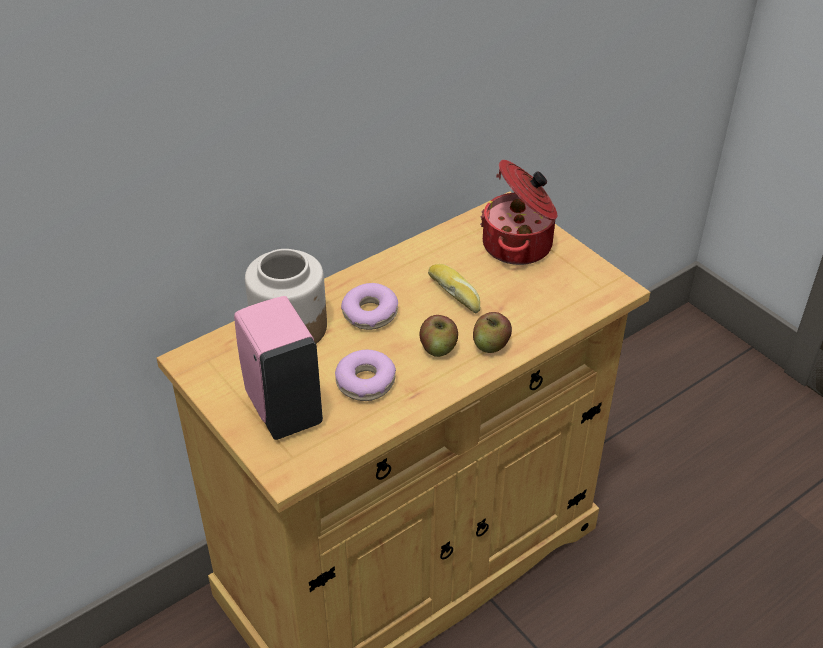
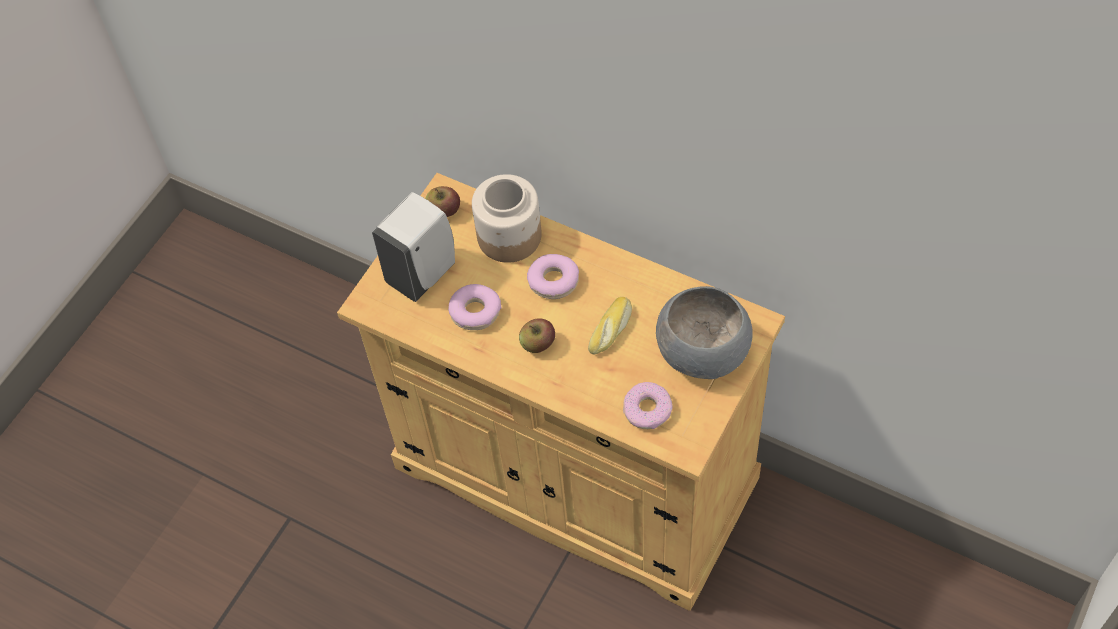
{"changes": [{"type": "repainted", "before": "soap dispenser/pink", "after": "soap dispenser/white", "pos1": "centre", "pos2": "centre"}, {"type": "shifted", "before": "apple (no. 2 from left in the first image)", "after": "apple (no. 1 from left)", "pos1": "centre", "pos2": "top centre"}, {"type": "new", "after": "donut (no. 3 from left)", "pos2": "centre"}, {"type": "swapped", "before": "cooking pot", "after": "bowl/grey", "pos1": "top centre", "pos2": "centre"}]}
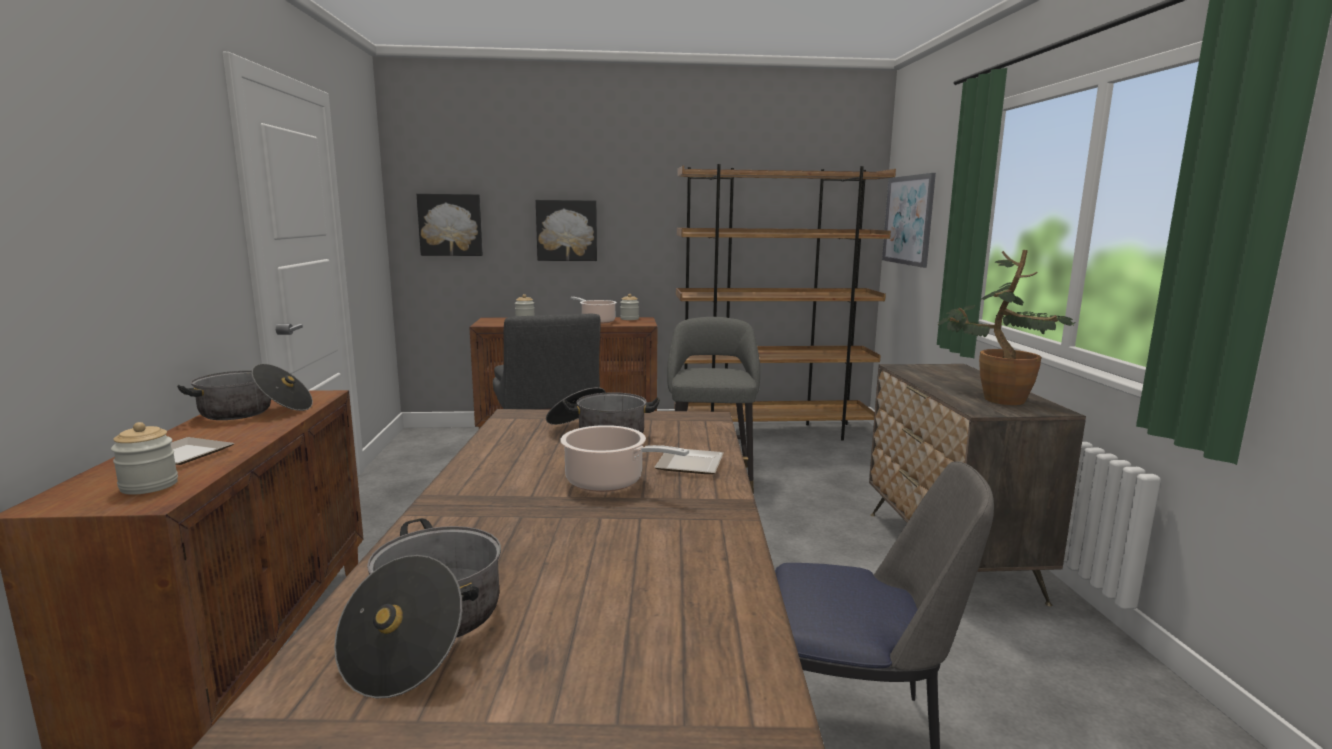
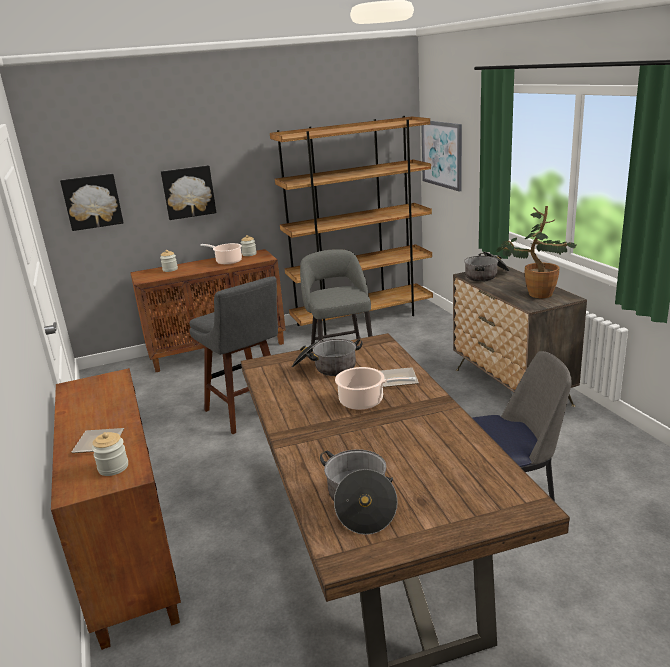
{"changes": [{"type": "shifted", "before": "cooking pot (no. 1 from left in the first image)", "after": "cooking pot (no. 5 from left)", "pos1": "middle left", "pos2": "middle right"}]}
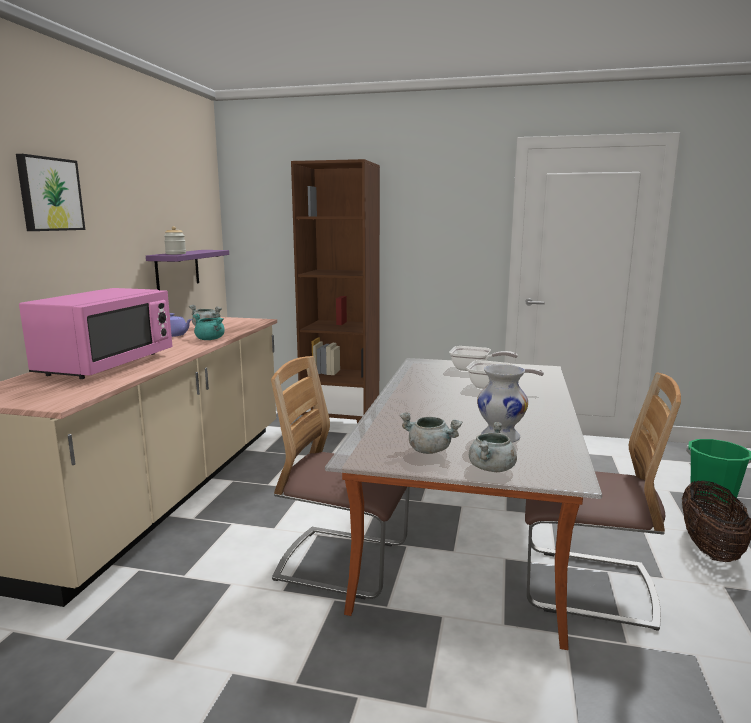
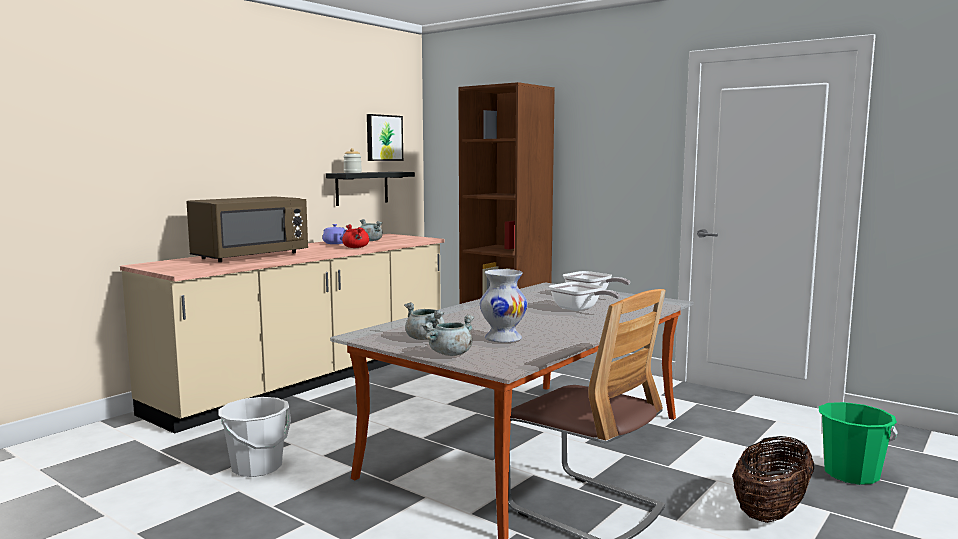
{"changes": [{"type": "repainted", "before": "microwave/pink", "after": "microwave/brown", "pos1": "middle left", "pos2": "middle left"}, {"type": "new", "after": "bucket/white", "pos2": "bottom left"}, {"type": "repainted", "before": "shelf/purple", "after": "shelf/black", "pos1": "middle left", "pos2": "centre"}, {"type": "repainted", "before": "cooking pot/turquoise", "after": "cooking pot/red", "pos1": "middle left", "pos2": "centre"}, {"type": "shifted", "before": "picture", "pos1": "top left", "pos2": "top centre"}, {"type": "gone", "before": "chair (no. 1 from left)", "pos1": "centre"}]}
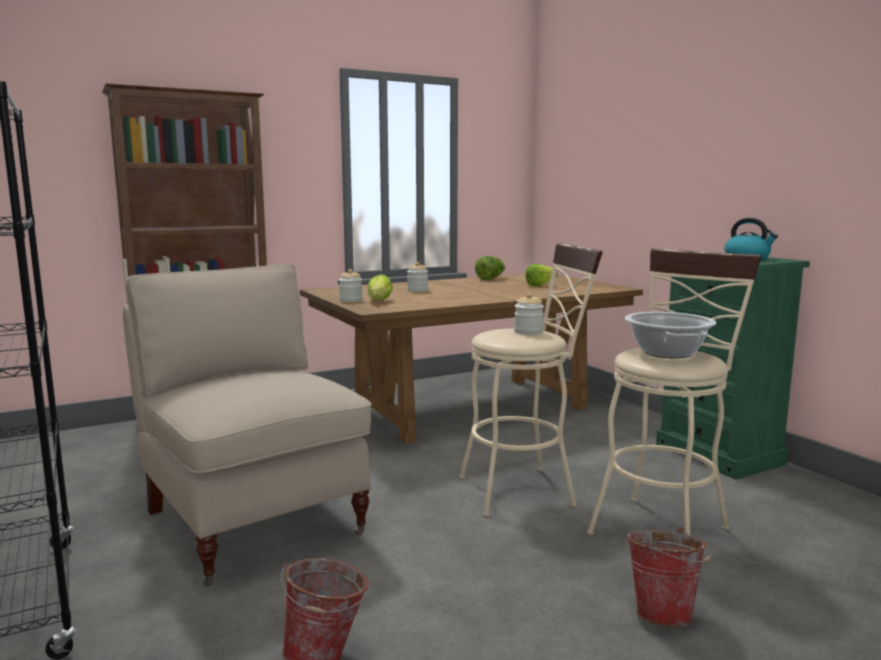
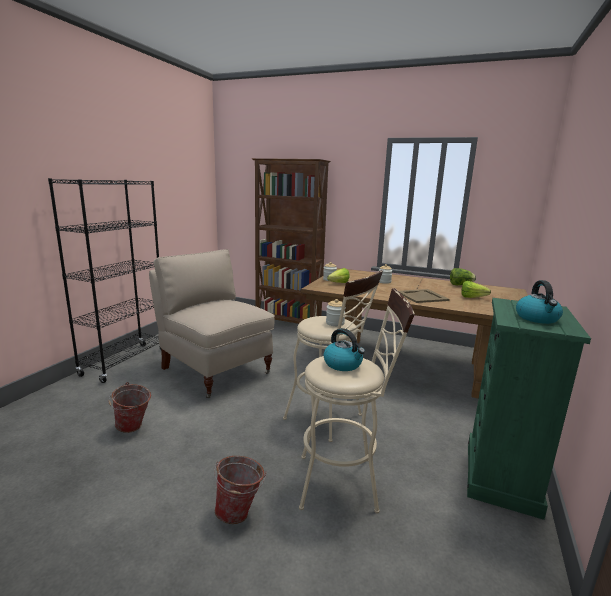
{"changes": [{"type": "rotated", "before": "chair/beige", "pos1": "middle left", "pos2": "centre", "turn": -60}, {"type": "swapped", "before": "cooking pot", "after": "kettle (no. 1 from left)", "pos1": "middle right", "pos2": "centre"}, {"type": "new", "after": "tray/beige", "pos2": "middle right"}]}
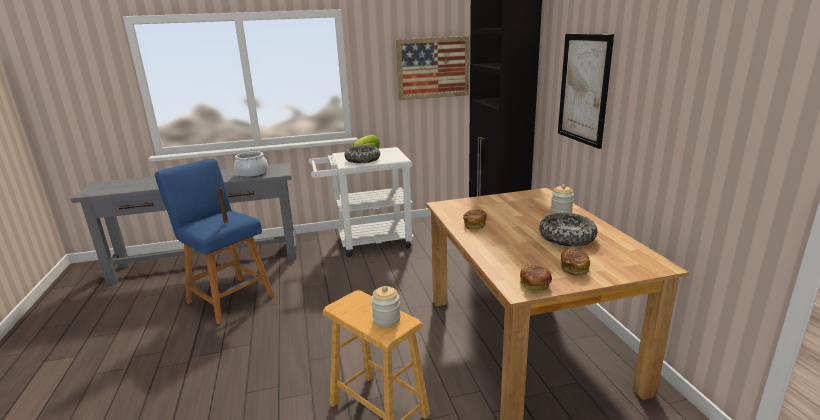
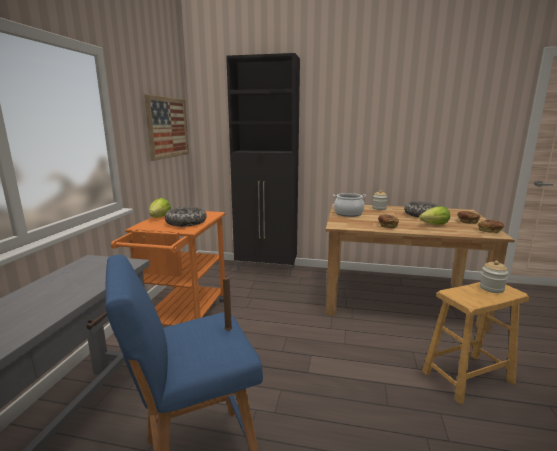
{"changes": [{"type": "repainted", "before": "cart/white", "after": "cart/orange", "pos1": "centre", "pos2": "middle left"}, {"type": "shifted", "before": "cooking pot", "pos1": "middle left", "pos2": "centre"}, {"type": "new", "after": "lettuce (no. 2 from left)", "pos2": "middle right"}, {"type": "gone", "before": "picture (no. 2 from left)", "pos1": "top right"}]}
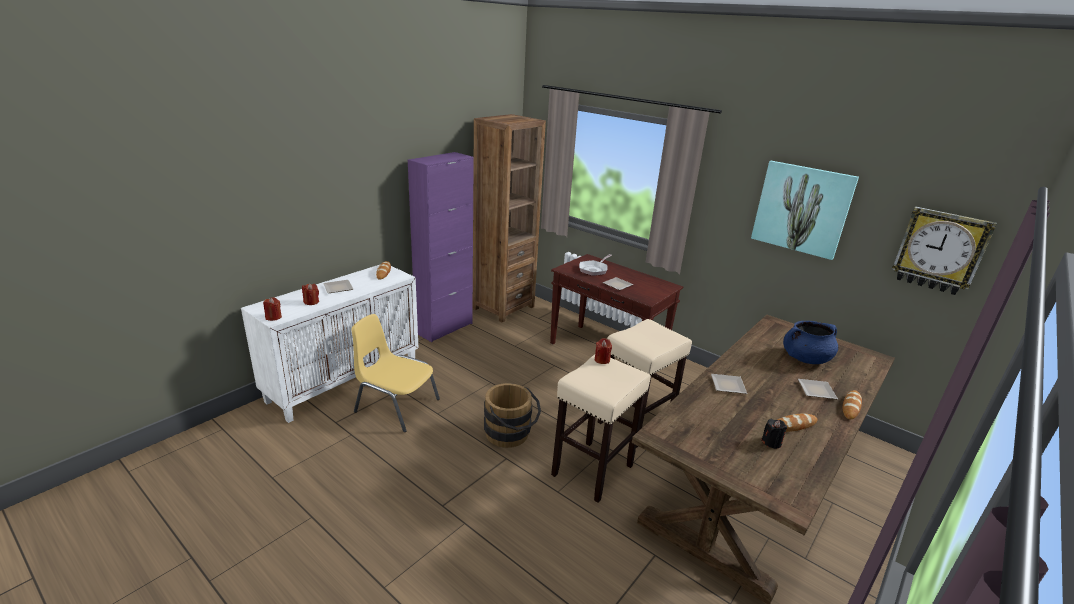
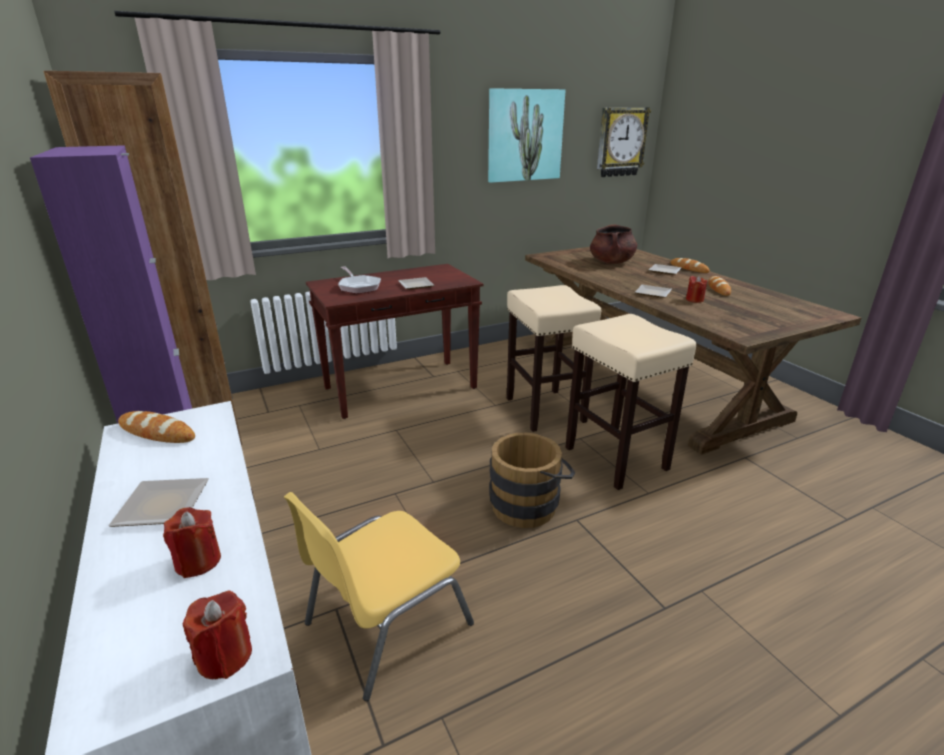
{"changes": [{"type": "repainted", "before": "cooking pot/blue", "after": "cooking pot/brown", "pos1": "middle right", "pos2": "top centre"}, {"type": "shifted", "before": "candle/red (no. 3 from left)", "pos1": "centre", "pos2": "middle right"}, {"type": "gone", "before": "candle/black", "pos1": "bottom right"}]}
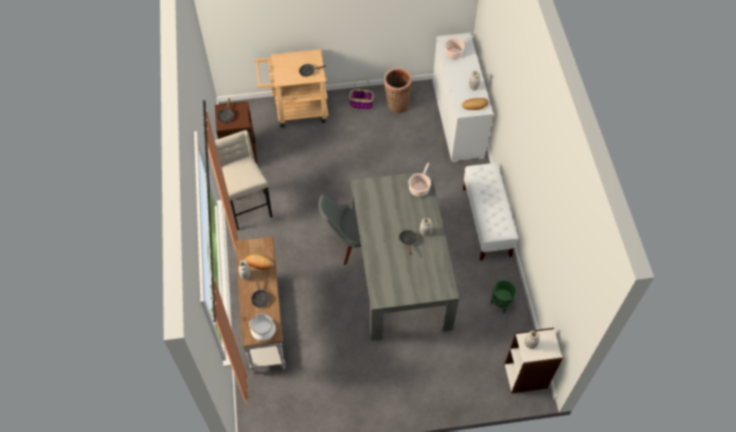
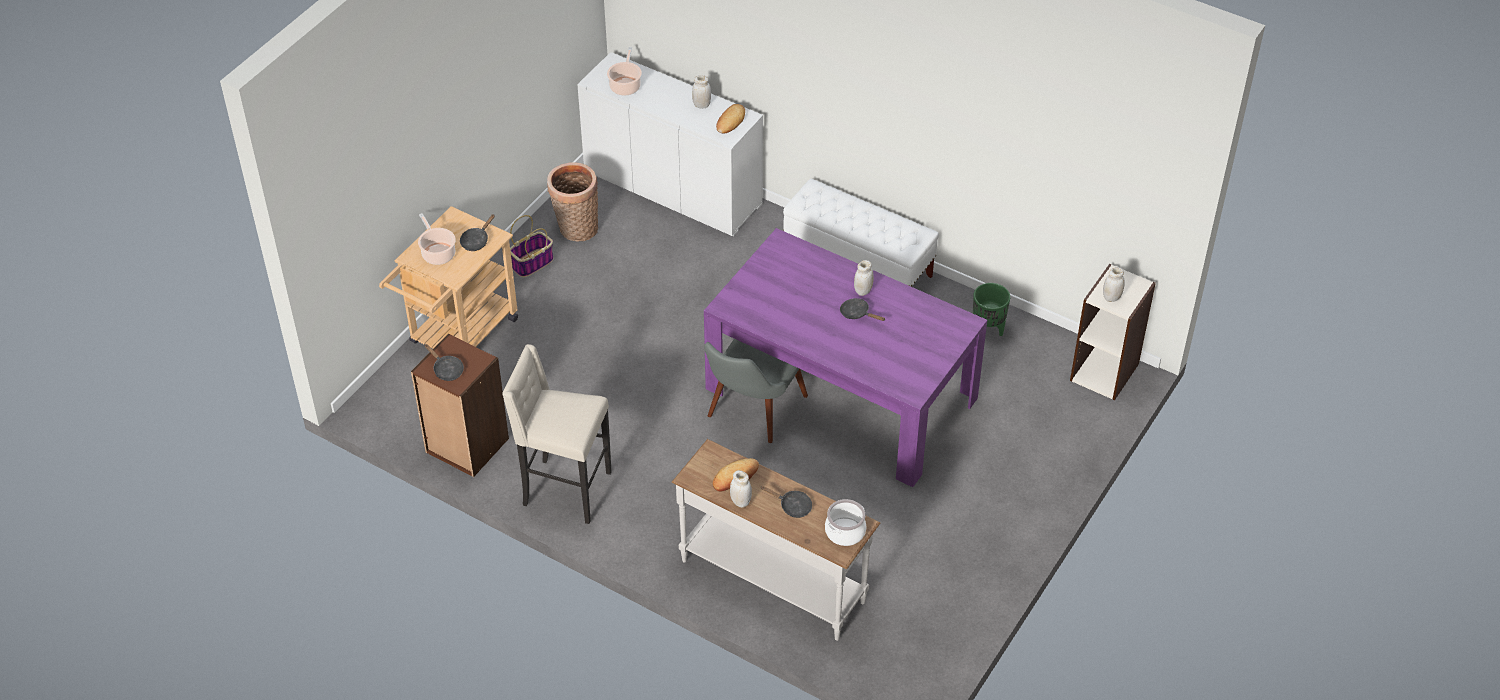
{"changes": [{"type": "shifted", "before": "cooking pot (no. 2 from left in the first image)", "after": "cooking pot (no. 1 from left)", "pos1": "centre", "pos2": "middle left"}, {"type": "repainted", "before": "dining table/grey", "after": "dining table/purple", "pos1": "centre", "pos2": "centre"}]}
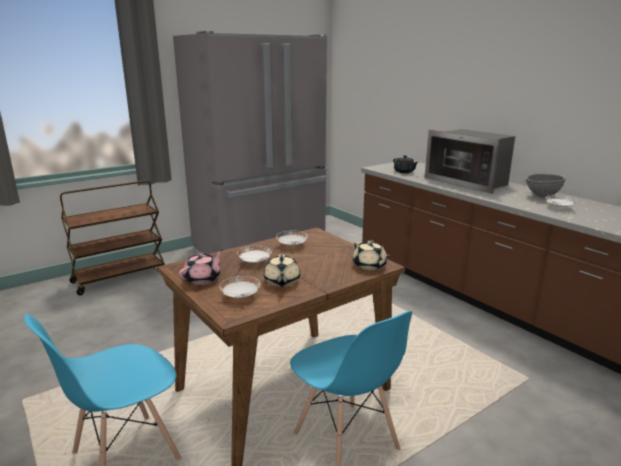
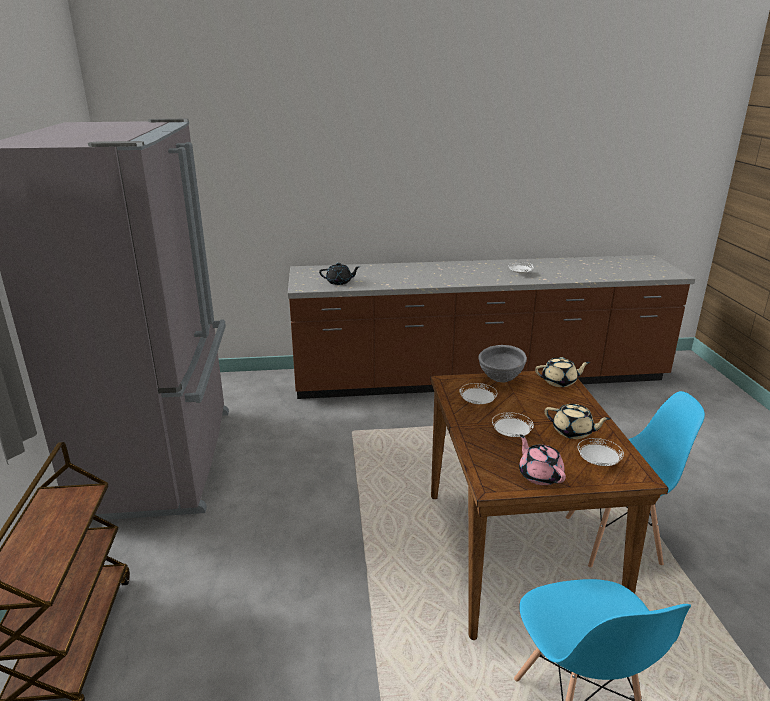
{"changes": [{"type": "shifted", "before": "bowl/grey", "pos1": "middle right", "pos2": "centre"}, {"type": "gone", "before": "microwave", "pos1": "middle right"}]}
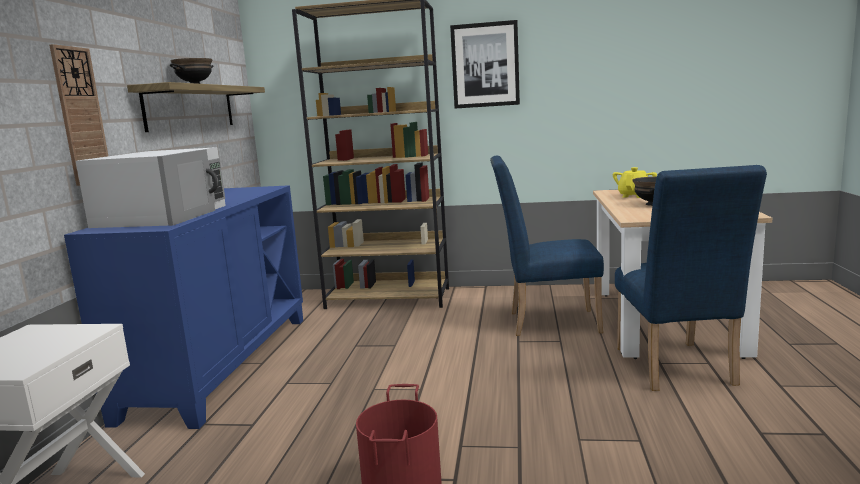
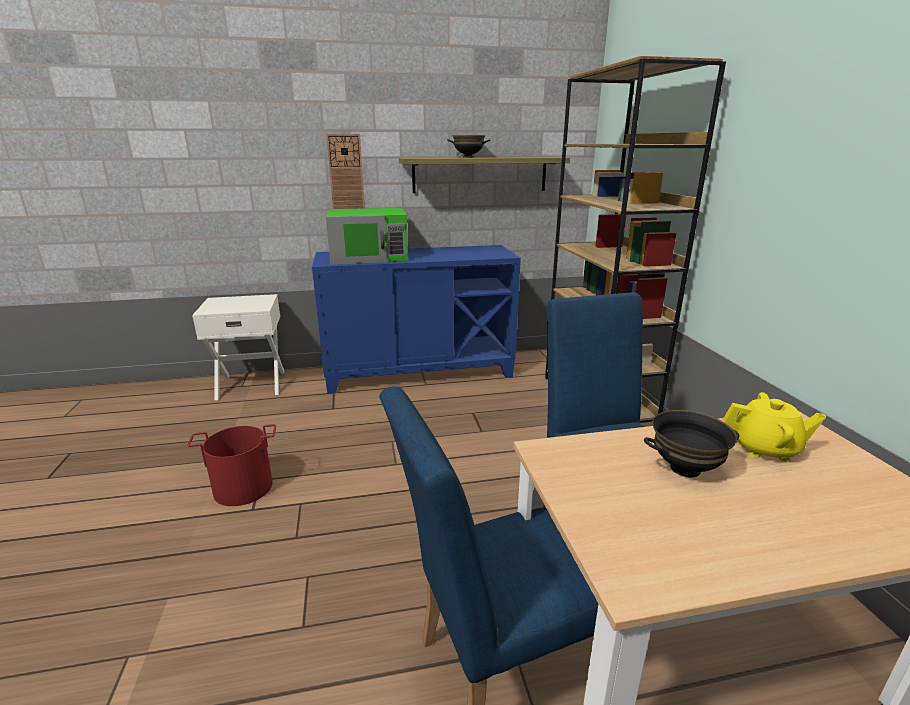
{"changes": [{"type": "repainted", "before": "microwave/white", "after": "microwave/green", "pos1": "middle left", "pos2": "centre"}, {"type": "gone", "before": "picture", "pos1": "top centre"}]}
